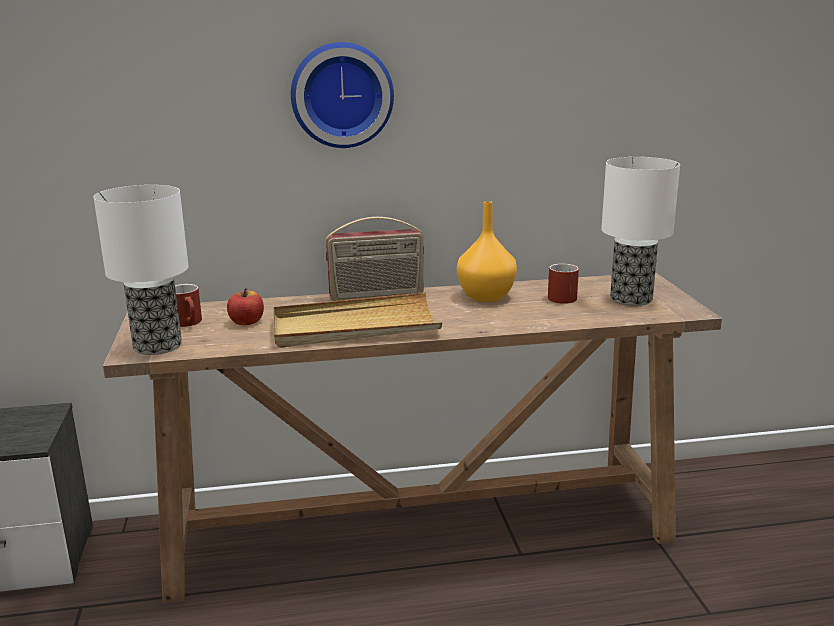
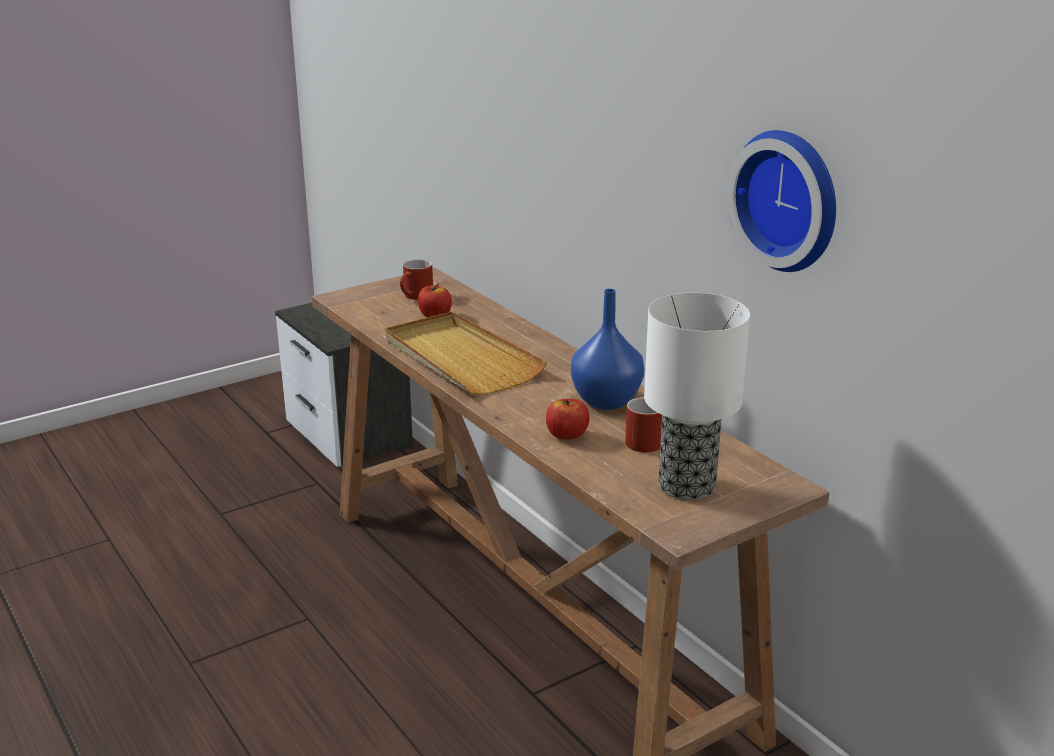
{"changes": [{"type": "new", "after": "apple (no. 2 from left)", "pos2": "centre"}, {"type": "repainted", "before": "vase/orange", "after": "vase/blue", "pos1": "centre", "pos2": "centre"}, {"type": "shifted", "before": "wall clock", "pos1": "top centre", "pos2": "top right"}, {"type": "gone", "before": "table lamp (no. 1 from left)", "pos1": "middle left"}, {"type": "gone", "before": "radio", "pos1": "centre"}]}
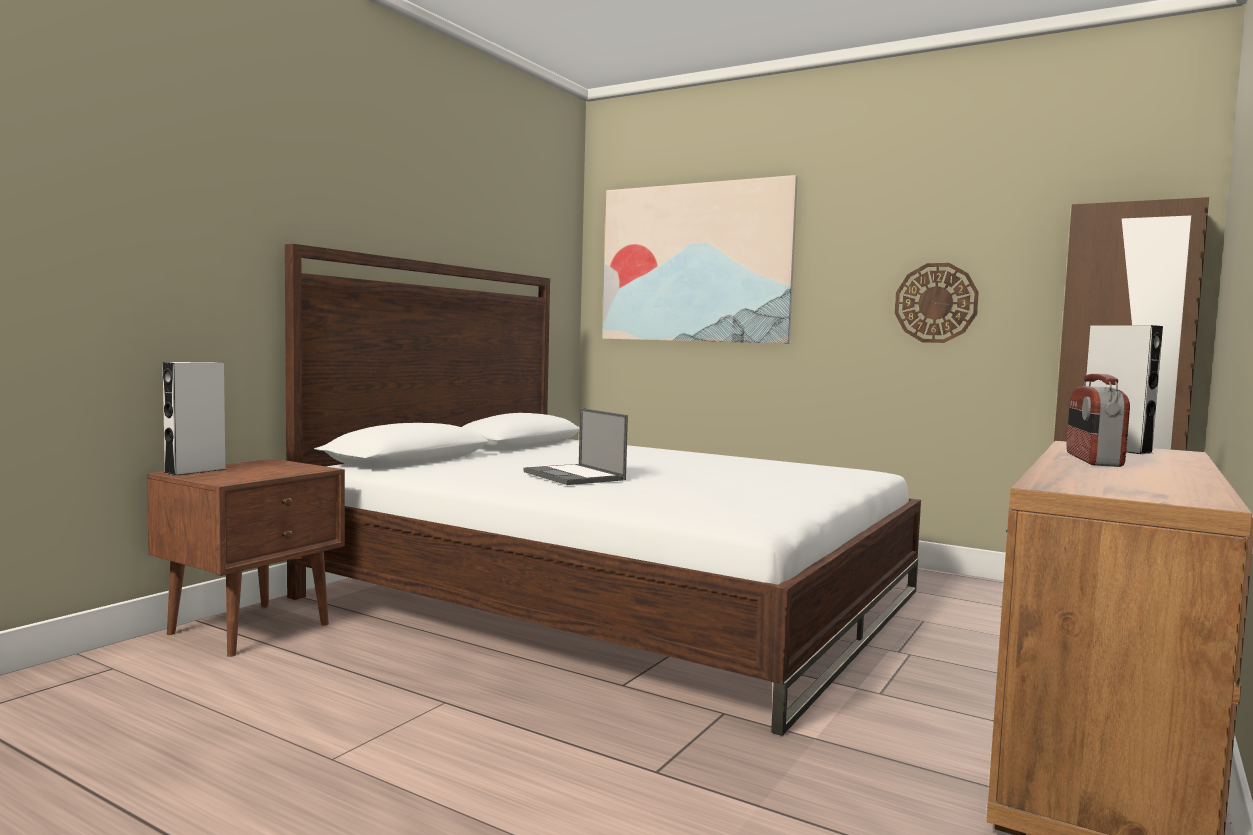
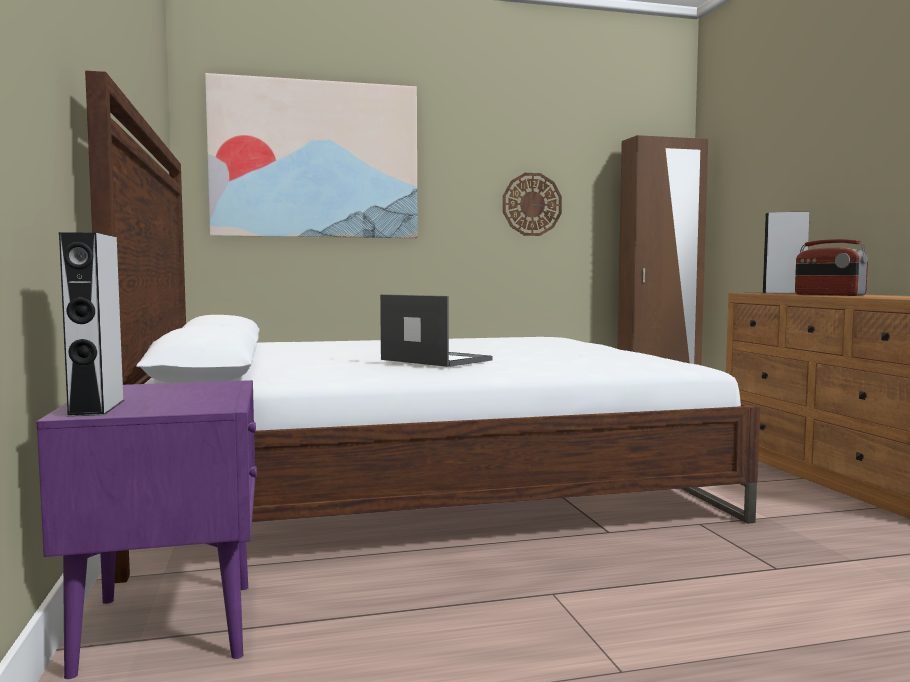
{"changes": [{"type": "repainted", "before": "nightstand/brown", "after": "nightstand/purple", "pos1": "bottom left", "pos2": "bottom left"}, {"type": "rotated", "before": "laptop", "pos1": "centre", "pos2": "centre", "turn": -150}]}
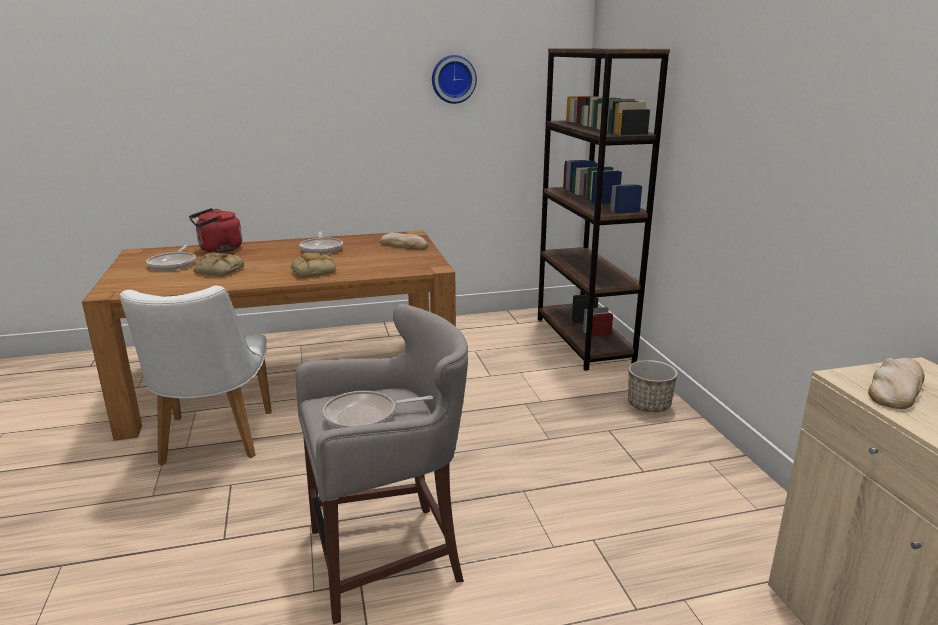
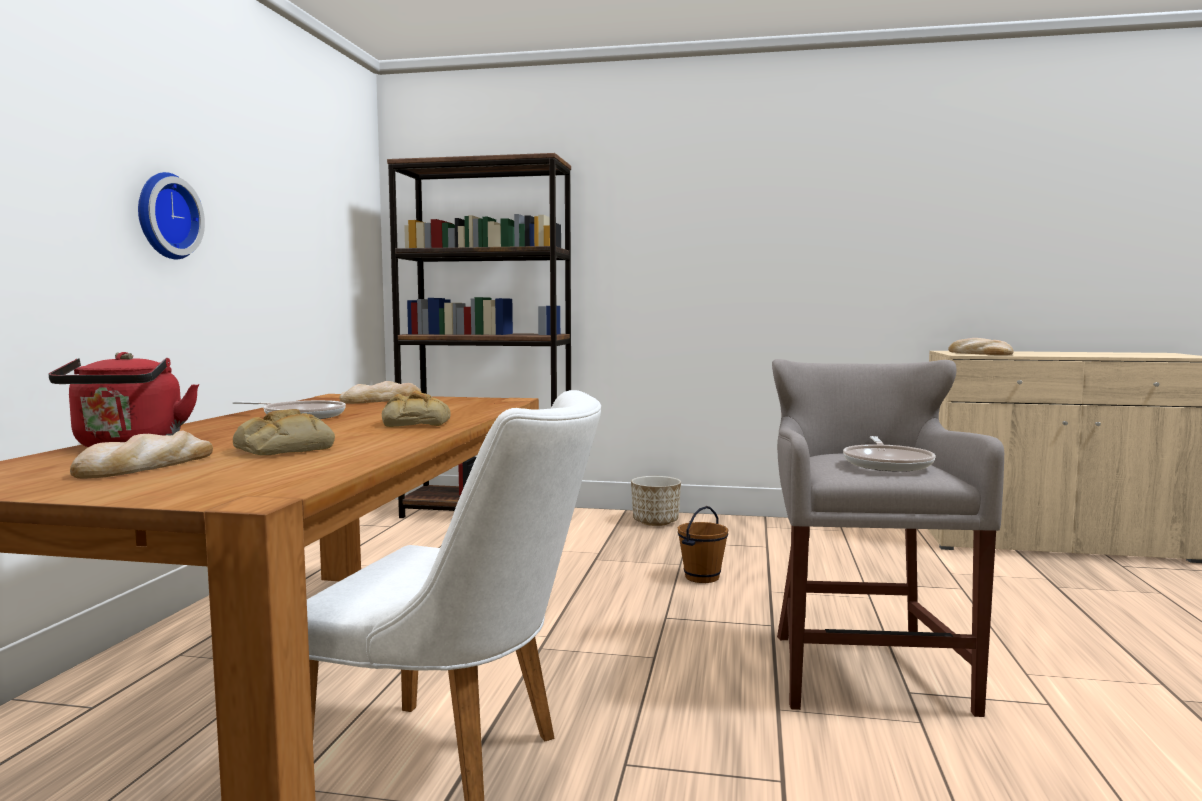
{"changes": [{"type": "swapped", "before": "frying pan (no. 1 from left)", "after": "bread (no. 1 from left)", "pos1": "middle left", "pos2": "middle left"}, {"type": "shifted", "before": "wall clock", "pos1": "top centre", "pos2": "top left"}, {"type": "new", "after": "bucket/brown", "pos2": "bottom centre"}]}
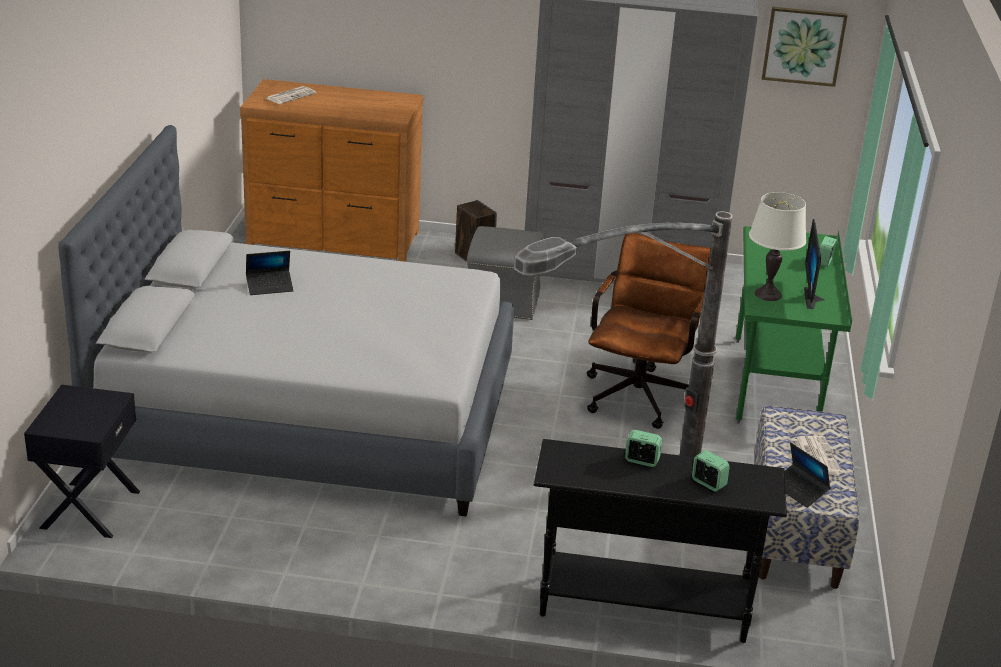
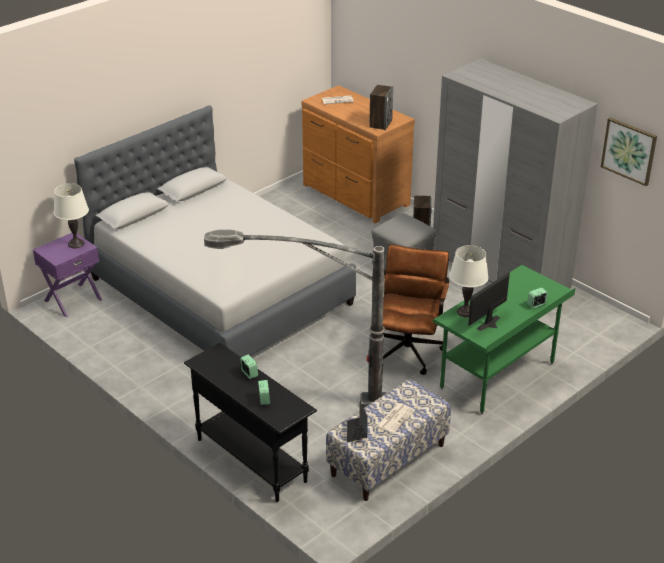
{"changes": [{"type": "repainted", "before": "nightstand/black", "after": "nightstand/purple", "pos1": "bottom left", "pos2": "middle left"}, {"type": "new", "after": "table lamp/white (no. 1 from left)", "pos2": "middle left"}, {"type": "new", "after": "speaker (no. 1 from left)", "pos2": "top centre"}, {"type": "rotated", "before": "office chair/brown", "pos1": "centre", "pos2": "centre", "turn": -45}, {"type": "gone", "before": "laptop (no. 1 from left)", "pos1": "middle left"}]}
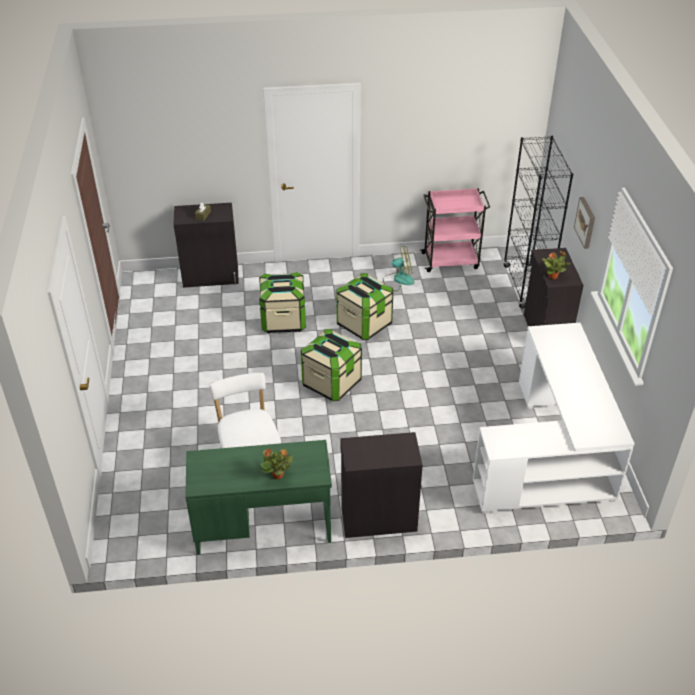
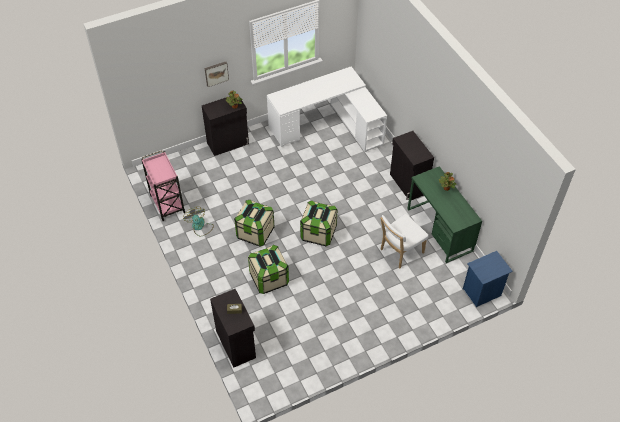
{"changes": [{"type": "new", "after": "nightstand/blue", "pos2": "middle right"}, {"type": "gone", "before": "bookcase/black", "pos1": "top right"}]}
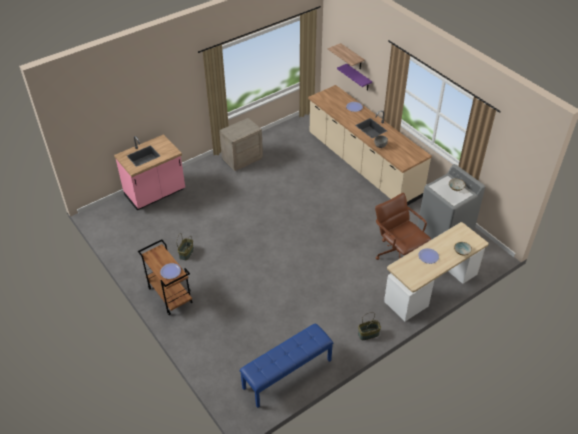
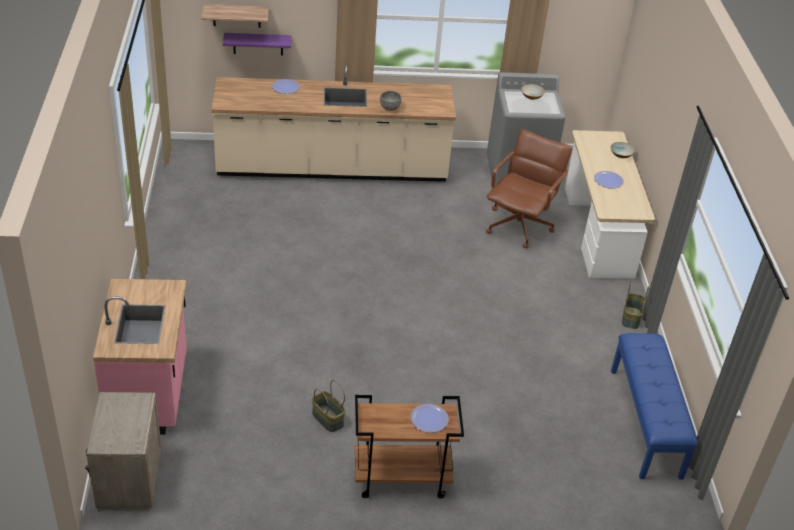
{"changes": [{"type": "shifted", "before": "nightstand/beige", "pos1": "top centre", "pos2": "bottom left"}, {"type": "rotated", "before": "office chair/brown", "pos1": "middle right", "pos2": "centre", "turn": 120}]}
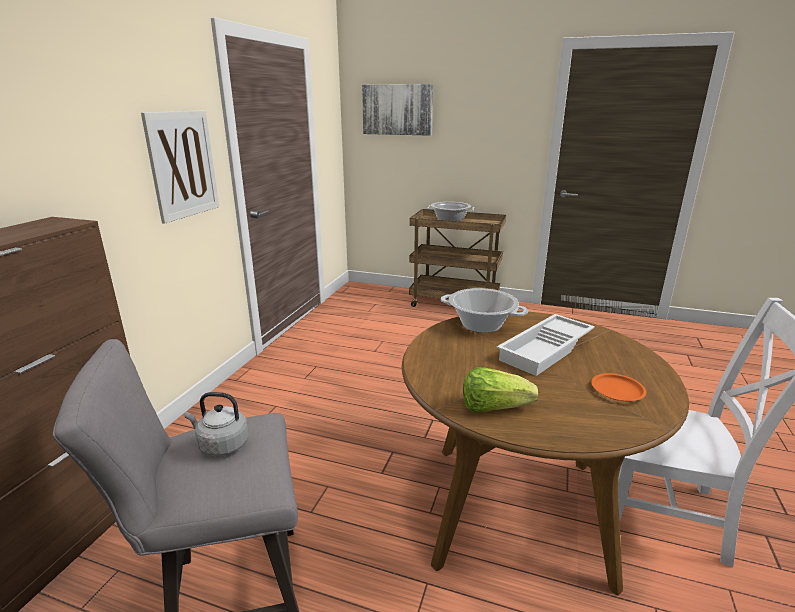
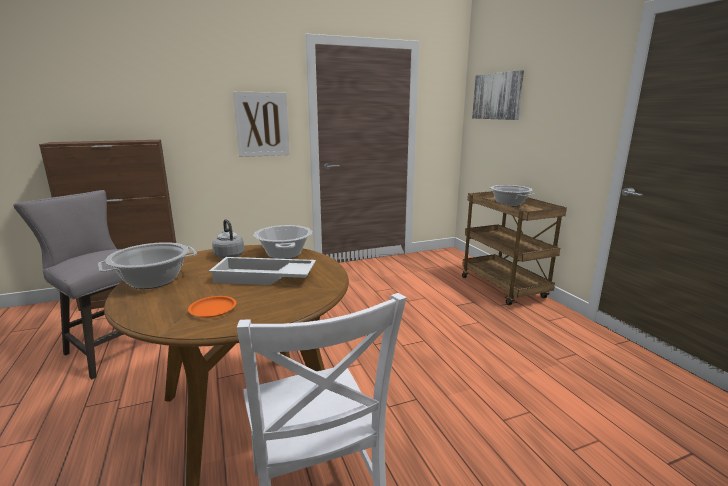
{"changes": [{"type": "swapped", "before": "lettuce", "after": "cooking pot (no. 1 from left)", "pos1": "centre", "pos2": "middle left"}, {"type": "shifted", "before": "kettle/grey", "pos1": "bottom left", "pos2": "middle left"}]}
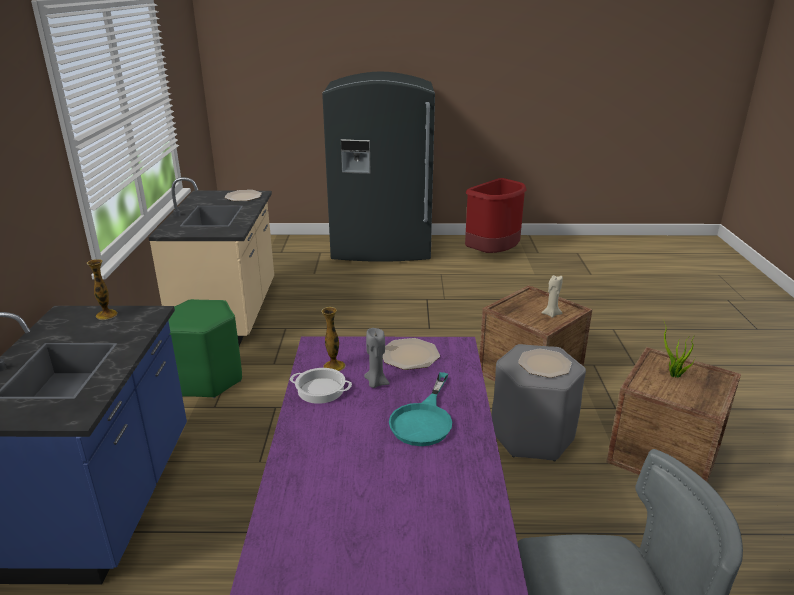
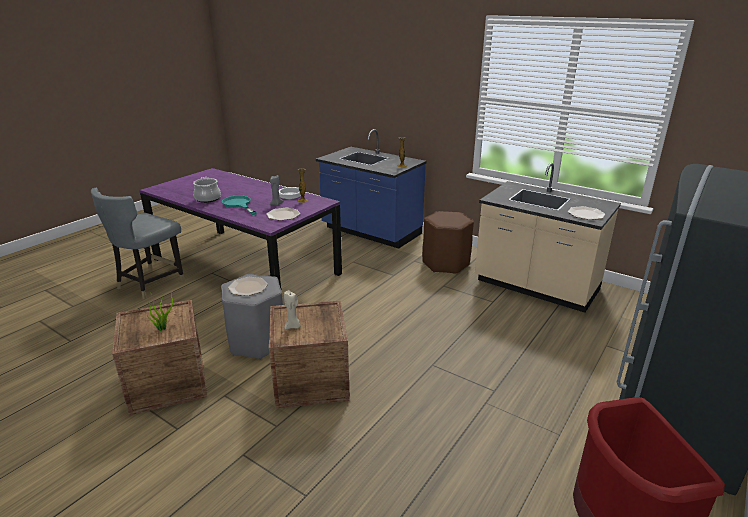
{"changes": [{"type": "new", "after": "cooking pot (no. 1 from left)", "pos2": "middle left"}, {"type": "repainted", "before": "stool/green", "after": "stool/brown", "pos1": "middle left", "pos2": "centre"}]}
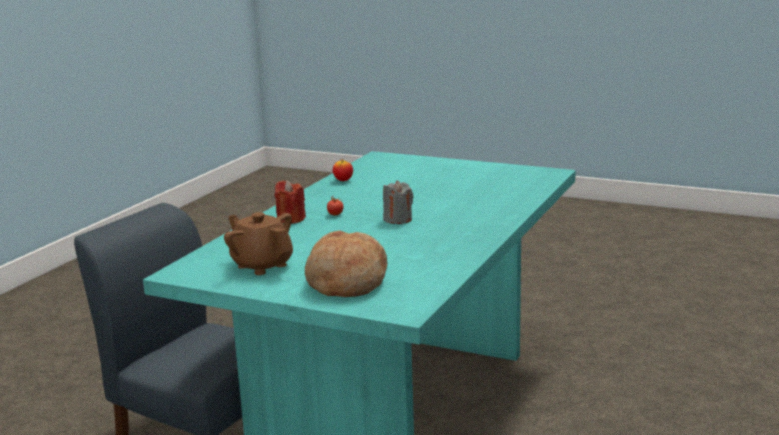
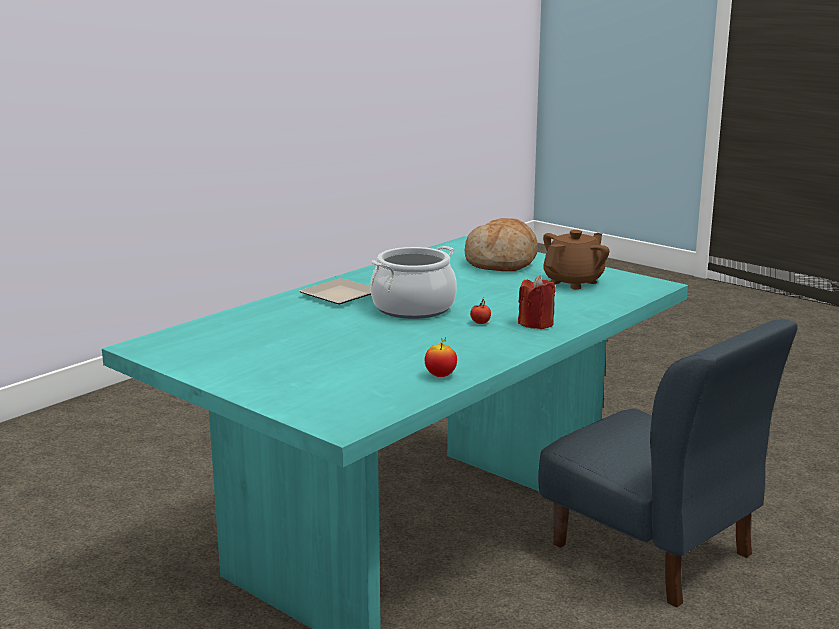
{"changes": [{"type": "new", "after": "plate", "pos2": "centre"}, {"type": "swapped", "before": "candle/grey", "after": "cooking pot", "pos1": "centre", "pos2": "centre"}, {"type": "rotated", "before": "teapot/brown", "pos1": "middle left", "pos2": "middle right", "turn": -105}]}
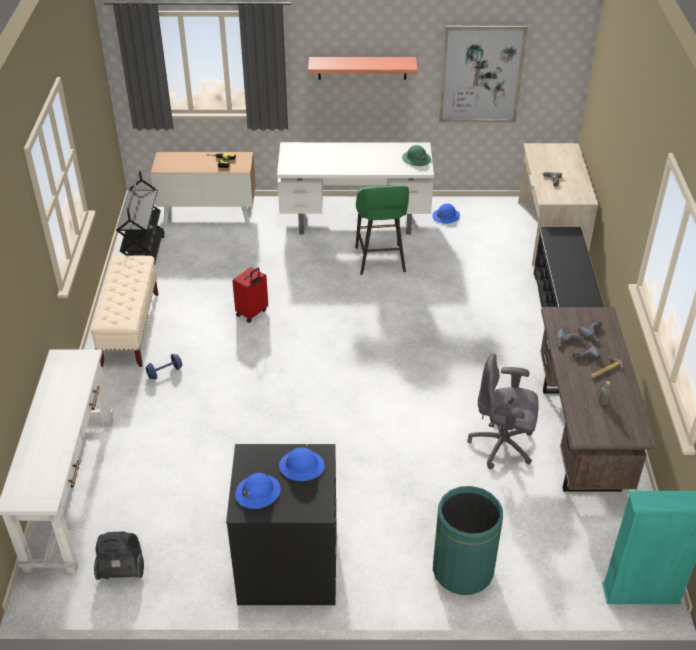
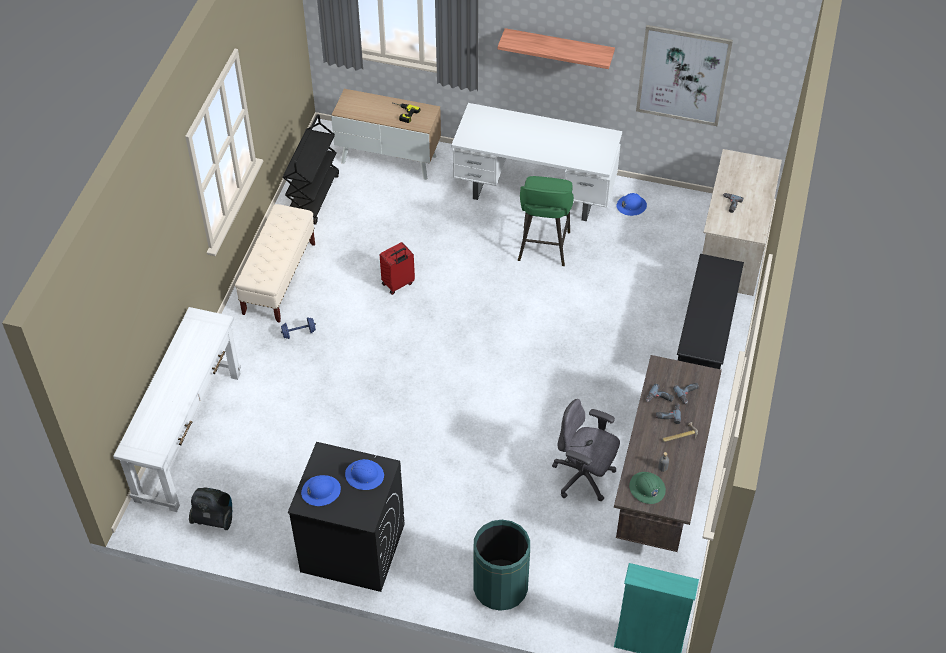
{"changes": [{"type": "shifted", "before": "hard hat/green", "pos1": "top centre", "pos2": "bottom right"}]}
